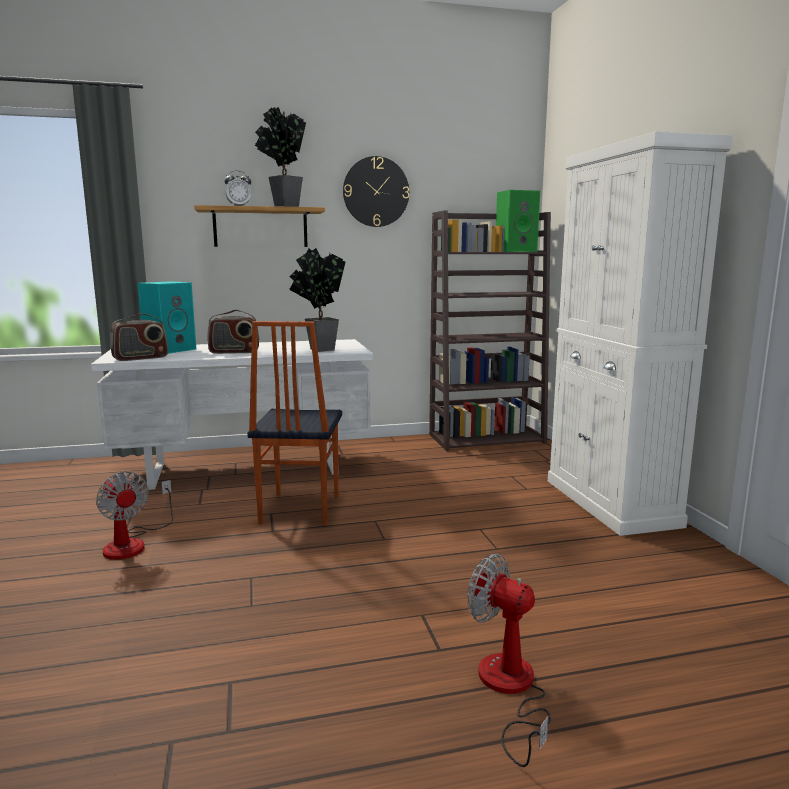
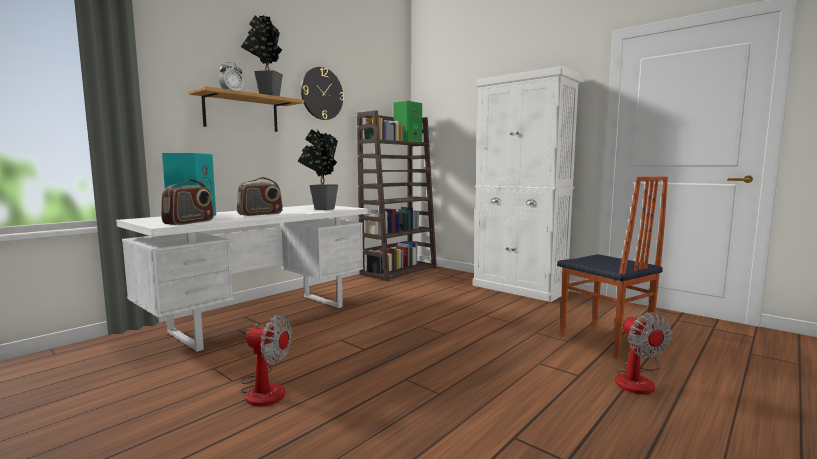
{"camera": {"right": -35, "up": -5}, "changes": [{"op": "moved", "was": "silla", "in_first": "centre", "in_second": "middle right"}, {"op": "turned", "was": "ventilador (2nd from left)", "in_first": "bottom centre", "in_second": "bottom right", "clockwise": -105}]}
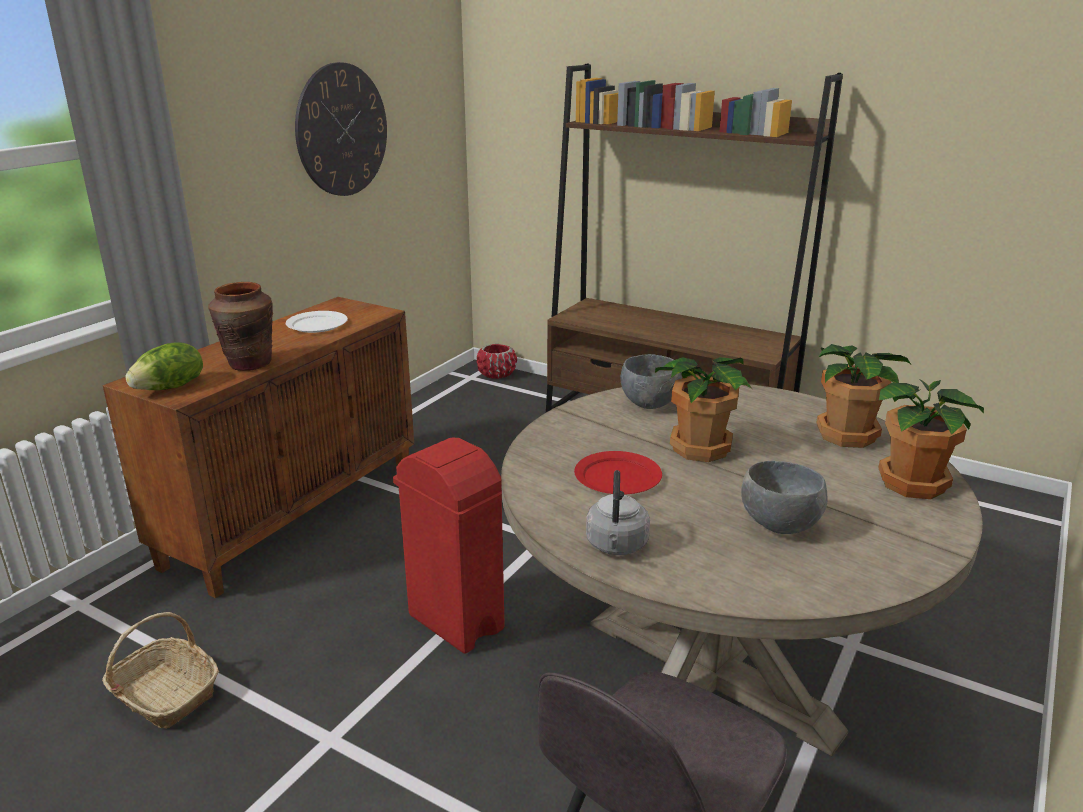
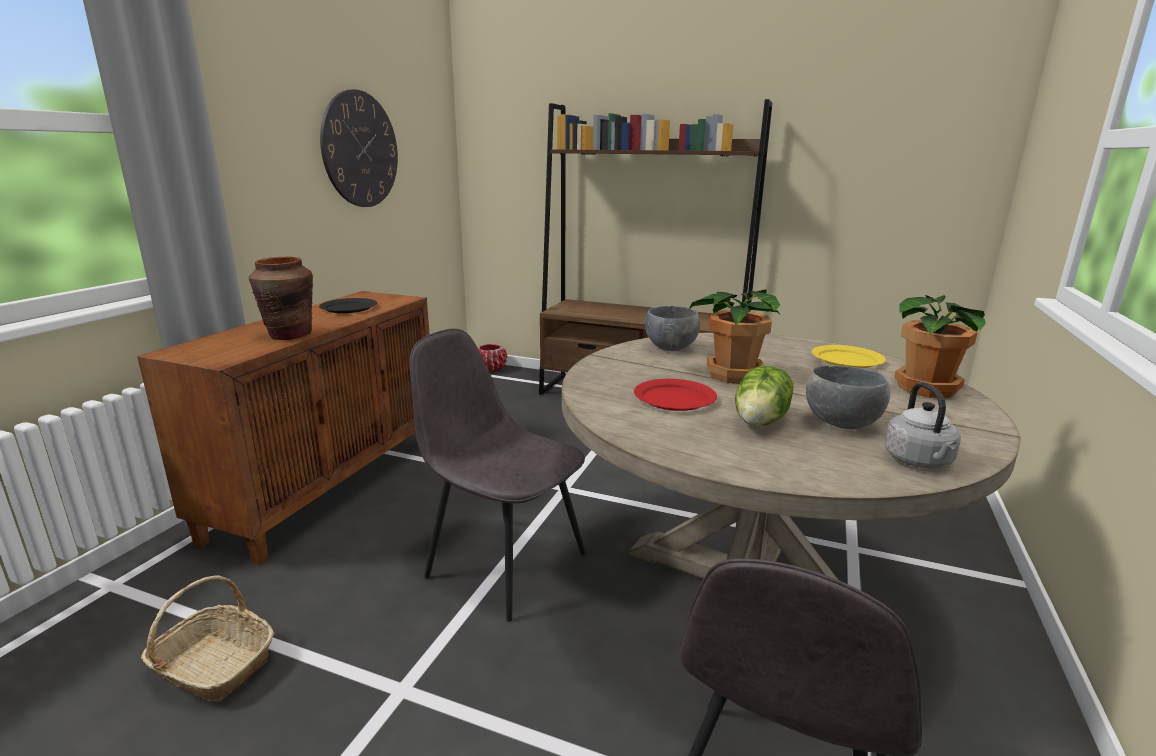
{"camera": {"right": -10, "up": -5}, "changes": [{"op": "moved", "was": "lechuga", "in_first": "middle left", "in_second": "centre"}, {"op": "moved", "was": "hervidor (gris)", "in_first": "centre", "in_second": "middle right"}, {"op": "replaced", "was": "papelera (rojo)", "now": "silla (gris) (1st from left)", "in_first": "bottom centre", "in_second": "centre"}, {"op": "replaced", "was": "planta en maceta (2nd from left)", "now": "plato (amarillo)", "in_first": "middle right", "in_second": "middle right"}, {"op": "recoloured", "was": "plato (blanco)", "now": "plato (negro)", "in_first": "middle left", "in_second": "middle left"}]}
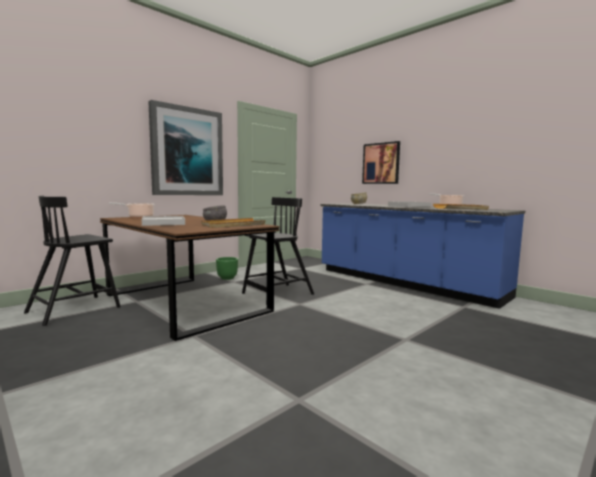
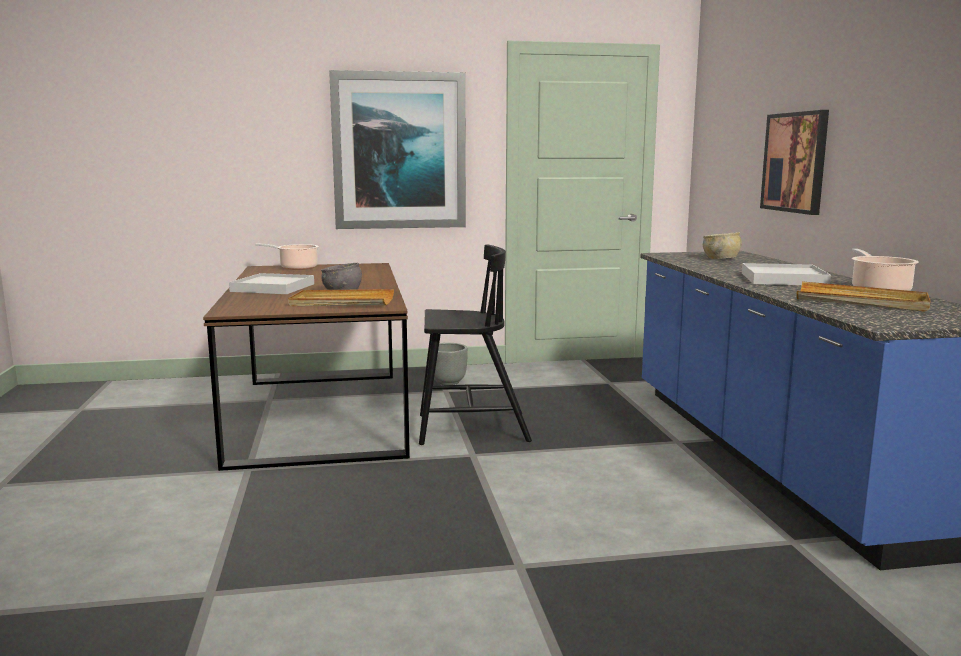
{"camera": {"right": 35, "up": 5}, "changes": [{"op": "removed", "was": "silla (negro) (1st from left)", "in_first": "middle left"}, {"op": "recoloured", "was": "maceta (verde)", "now": "maceta (gris)", "in_first": "centre", "in_second": "centre"}]}
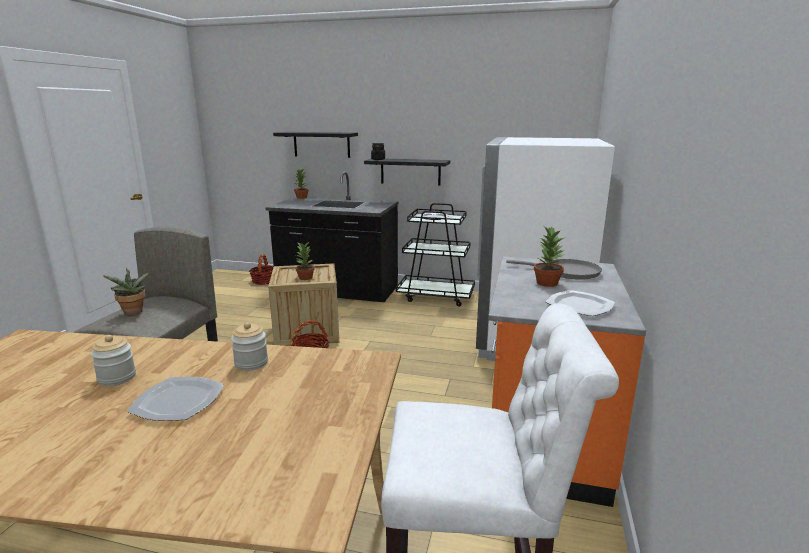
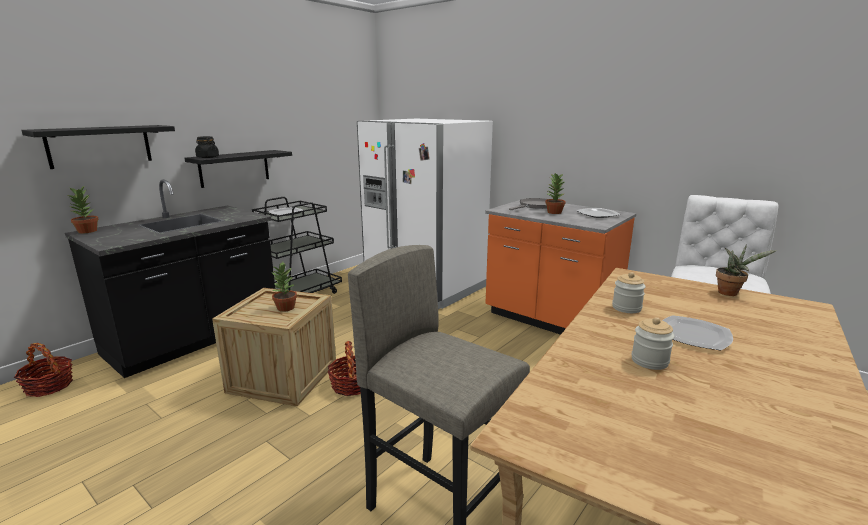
{"camera": {"right": -65, "up": 0}, "changes": [{"op": "moved", "was": "planta en maceta (1st from left in the first image)", "now": "planta en maceta (4th from left)", "in_first": "middle left", "in_second": "middle right"}]}
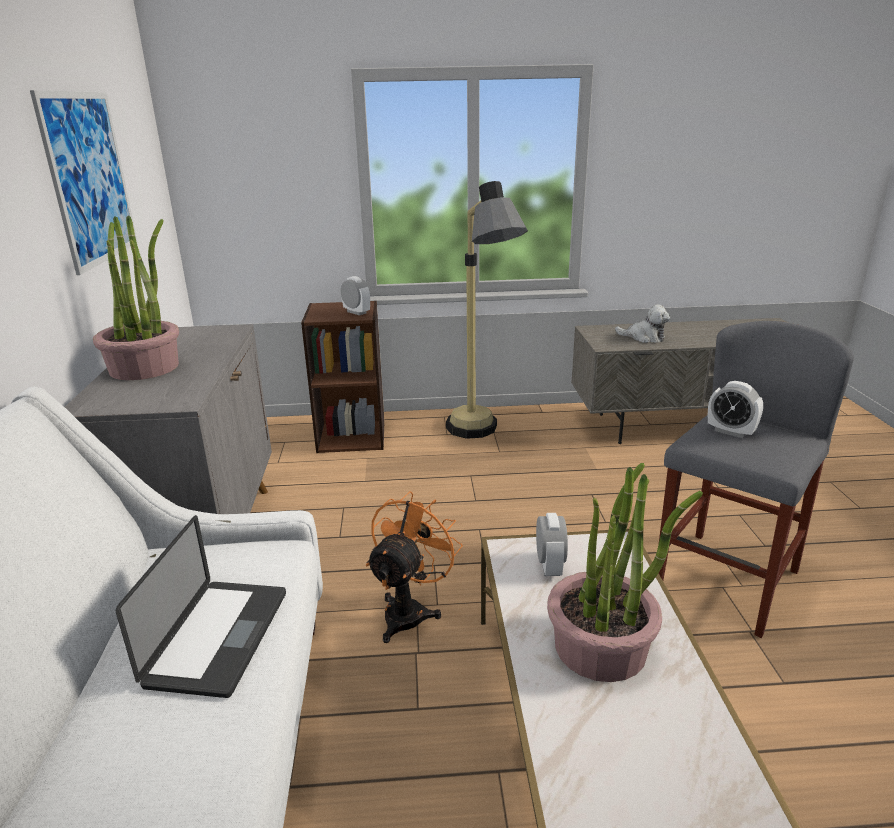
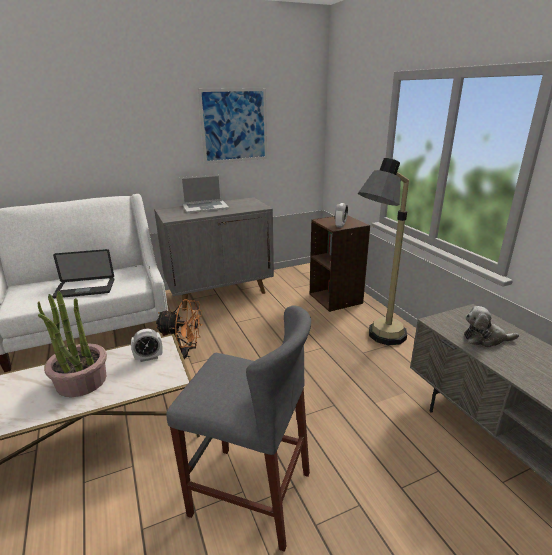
{"camera": {"right": 70, "up": 0}, "changes": [{"op": "removed", "was": "despertador (3rd from left)", "in_first": "middle right"}, {"op": "replaced", "was": "planta en maceta (1st from left)", "now": "portátil (2nd from left)", "in_first": "middle left", "in_second": "centre"}, {"op": "turned", "was": "peluche", "in_first": "middle right", "in_second": "middle right", "clockwise": 90}]}
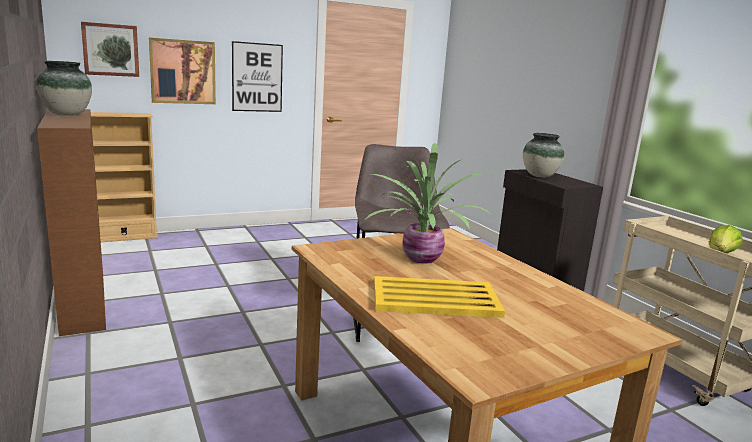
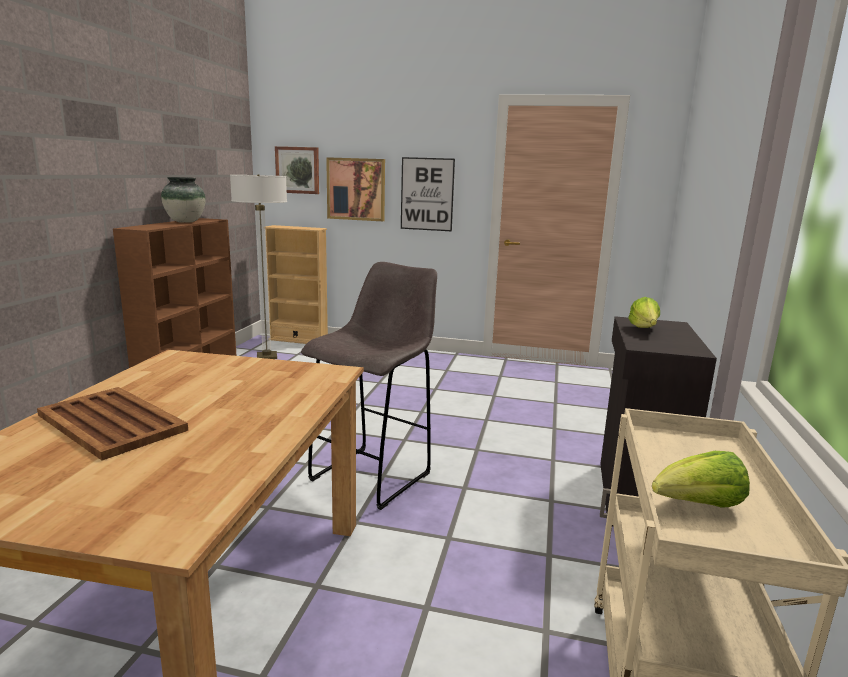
{"camera": {"right": 40, "up": 0}, "changes": [{"op": "removed", "was": "planta en maceta", "in_first": "centre"}, {"op": "added", "now": "lámpara de pie", "in_second": "middle left"}, {"op": "replaced", "was": "florero (2nd from left)", "now": "lechuga (1st from left)", "in_first": "middle right", "in_second": "middle right"}, {"op": "recoloured", "was": "bandeja (amarillo)", "now": "bandeja (marrón)", "in_first": "bottom centre", "in_second": "middle left"}]}
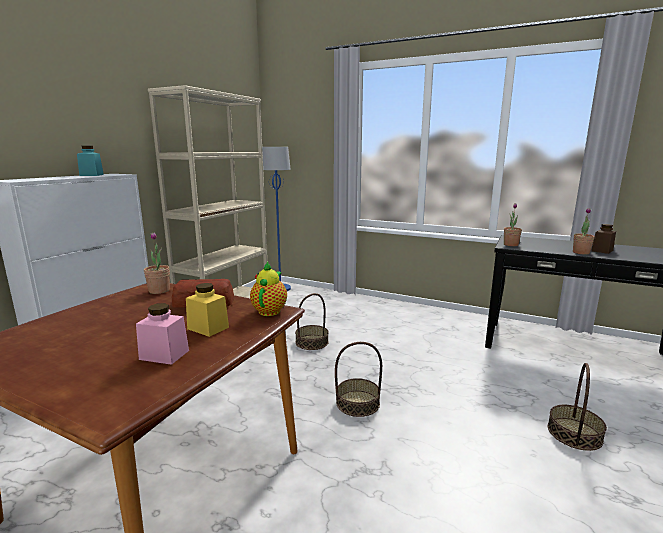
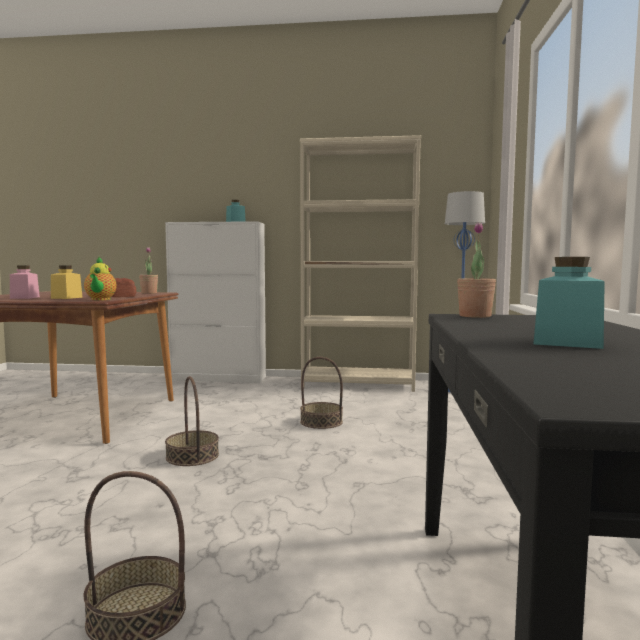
{"camera": {"right": 70, "up": -10}, "changes": [{"op": "removed", "was": "planta en maceta (3rd from left)", "in_first": "middle right"}, {"op": "recoloured", "was": "tarro (marrón)", "now": "tarro (turquesa) (2nd from left)", "in_first": "middle right", "in_second": "middle right"}, {"op": "turned", "was": "tetera", "in_first": "centre", "in_second": "middle left", "clockwise": 90}]}
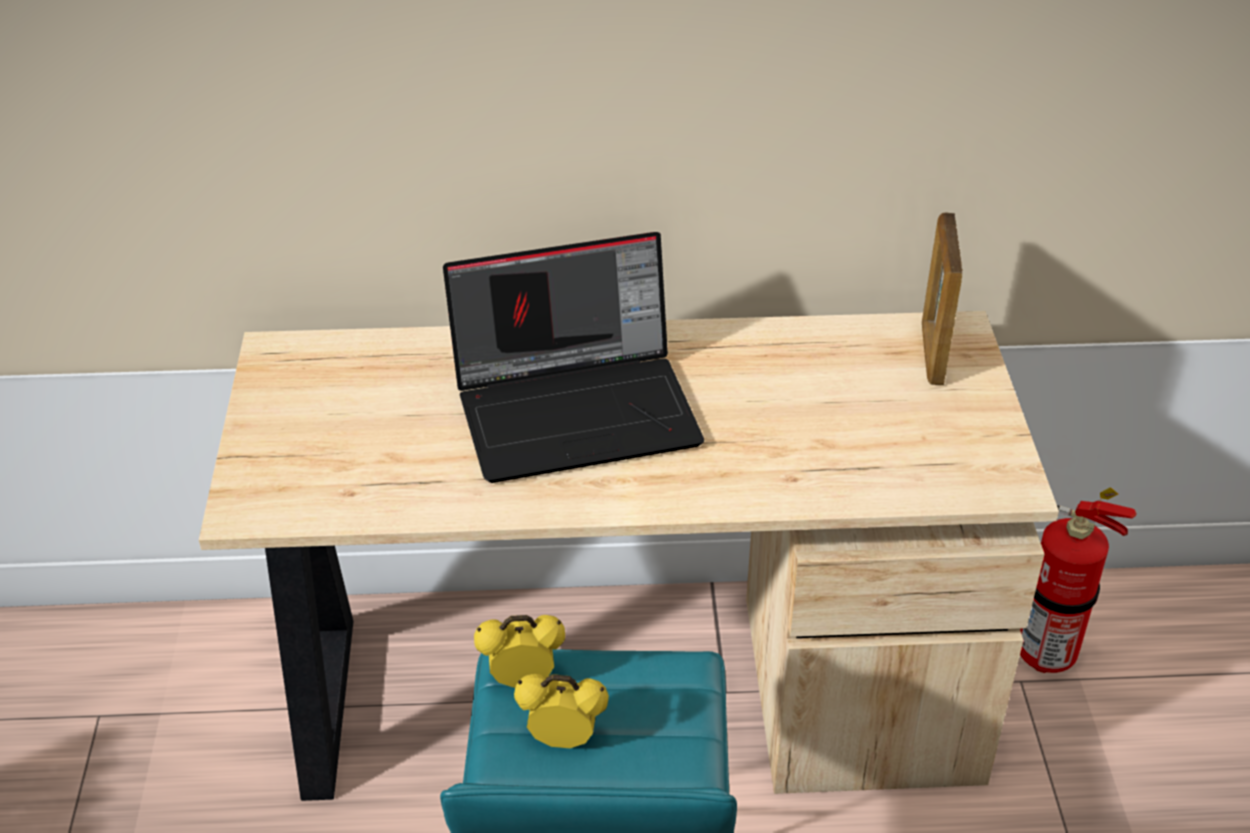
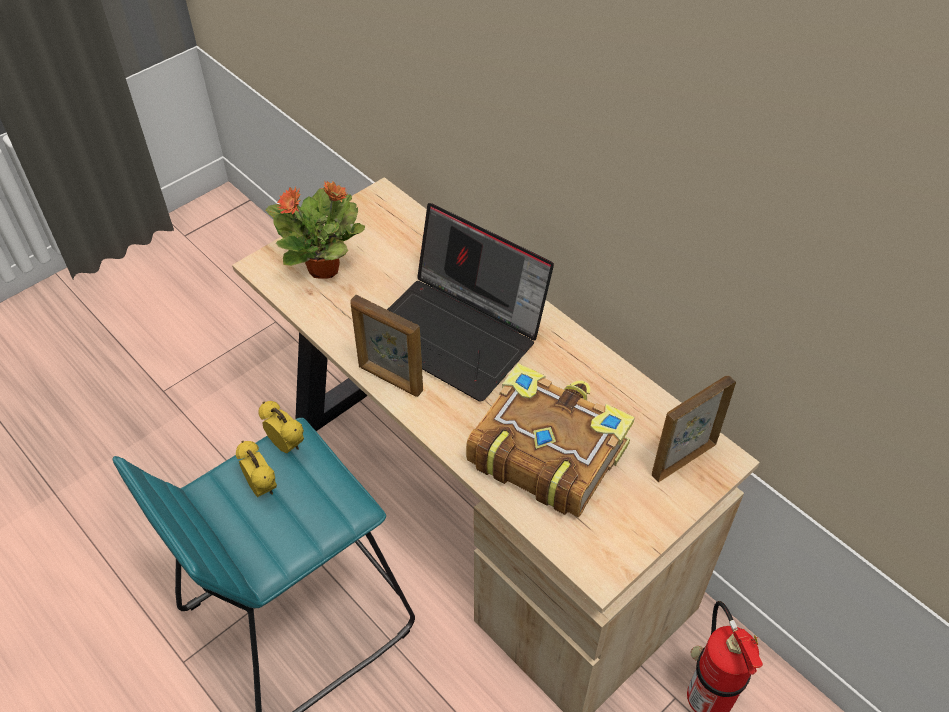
{"camera": {"right": 50, "up": 10}, "changes": [{"op": "added", "now": "planta en maceta", "in_second": "top left"}, {"op": "added", "now": "portarretratos (1st from left)", "in_second": "centre"}, {"op": "added", "now": "libro", "in_second": "centre"}]}
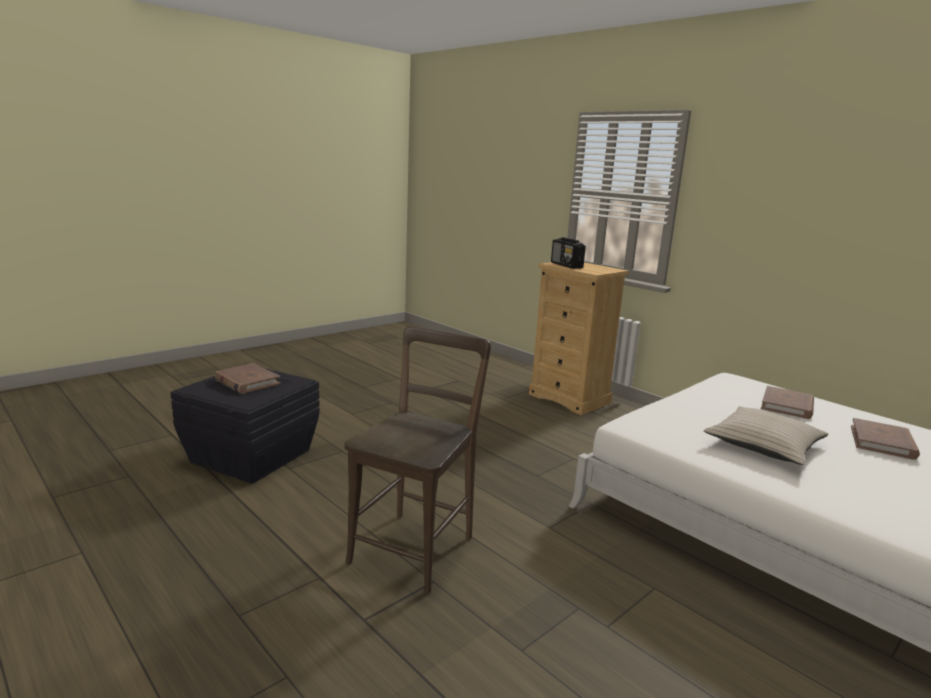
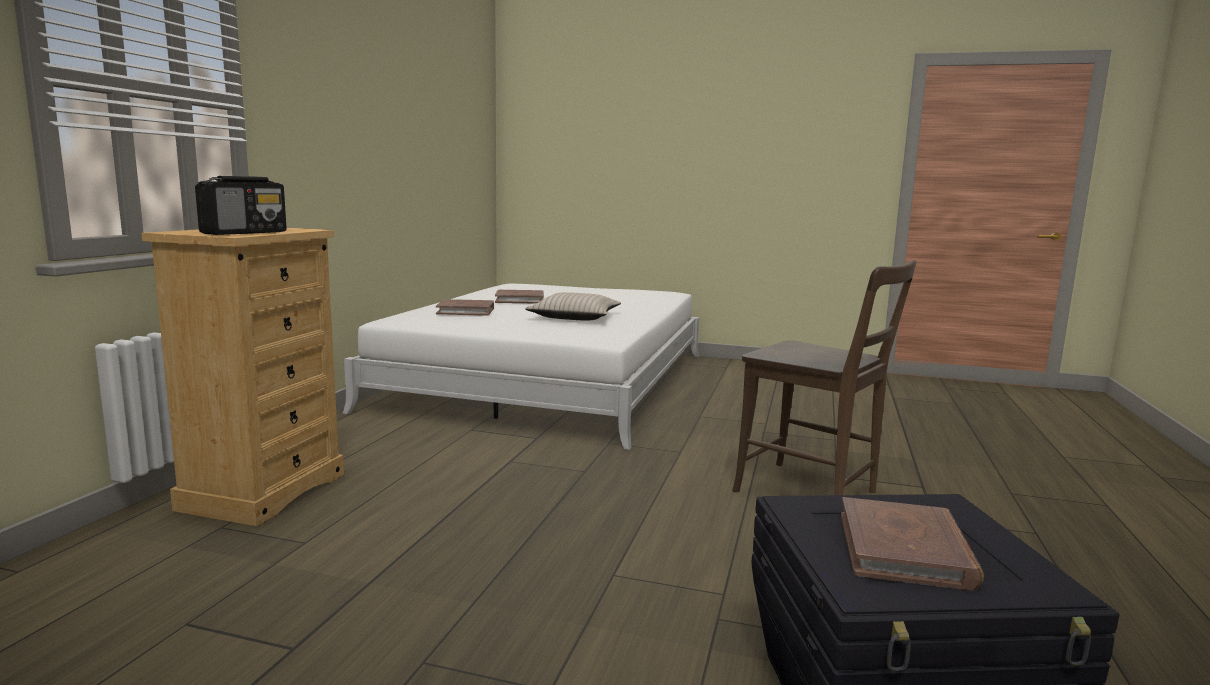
{"camera": {"right": -120, "up": -5}, "changes": [{"op": "turned", "was": "silla (marrón)", "in_first": "centre", "in_second": "middle right", "clockwise": -135}]}
